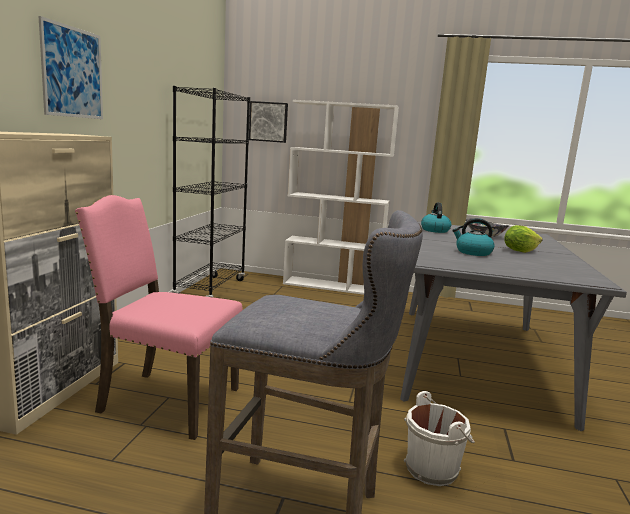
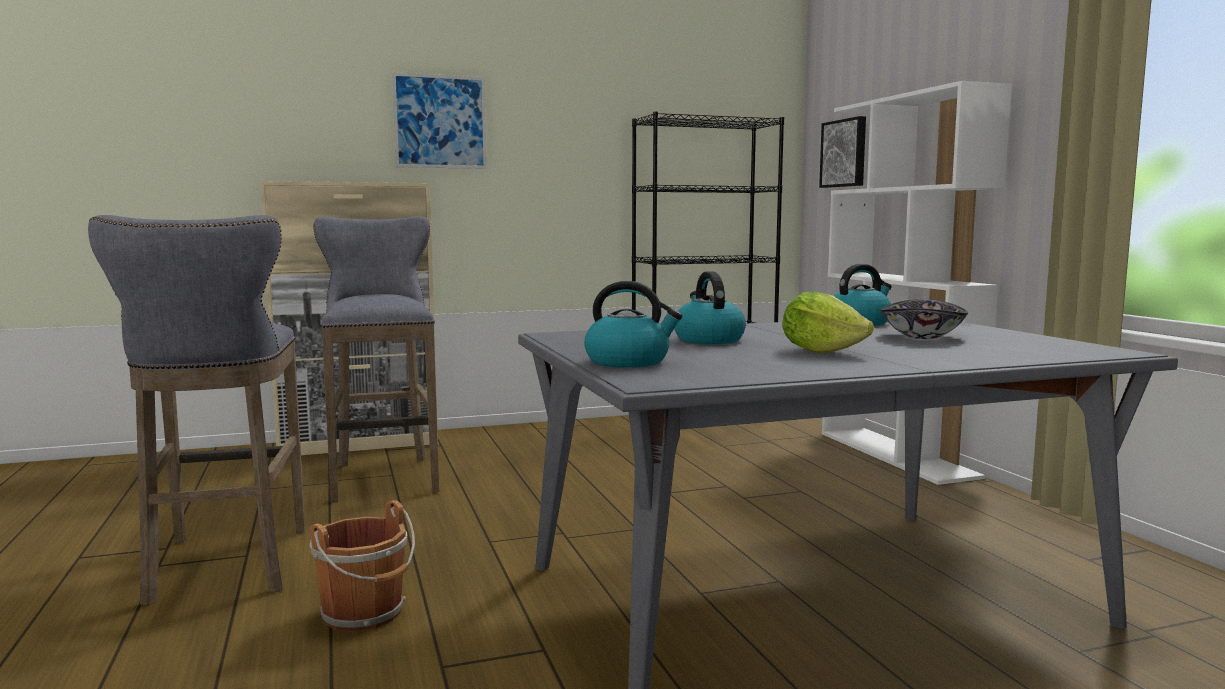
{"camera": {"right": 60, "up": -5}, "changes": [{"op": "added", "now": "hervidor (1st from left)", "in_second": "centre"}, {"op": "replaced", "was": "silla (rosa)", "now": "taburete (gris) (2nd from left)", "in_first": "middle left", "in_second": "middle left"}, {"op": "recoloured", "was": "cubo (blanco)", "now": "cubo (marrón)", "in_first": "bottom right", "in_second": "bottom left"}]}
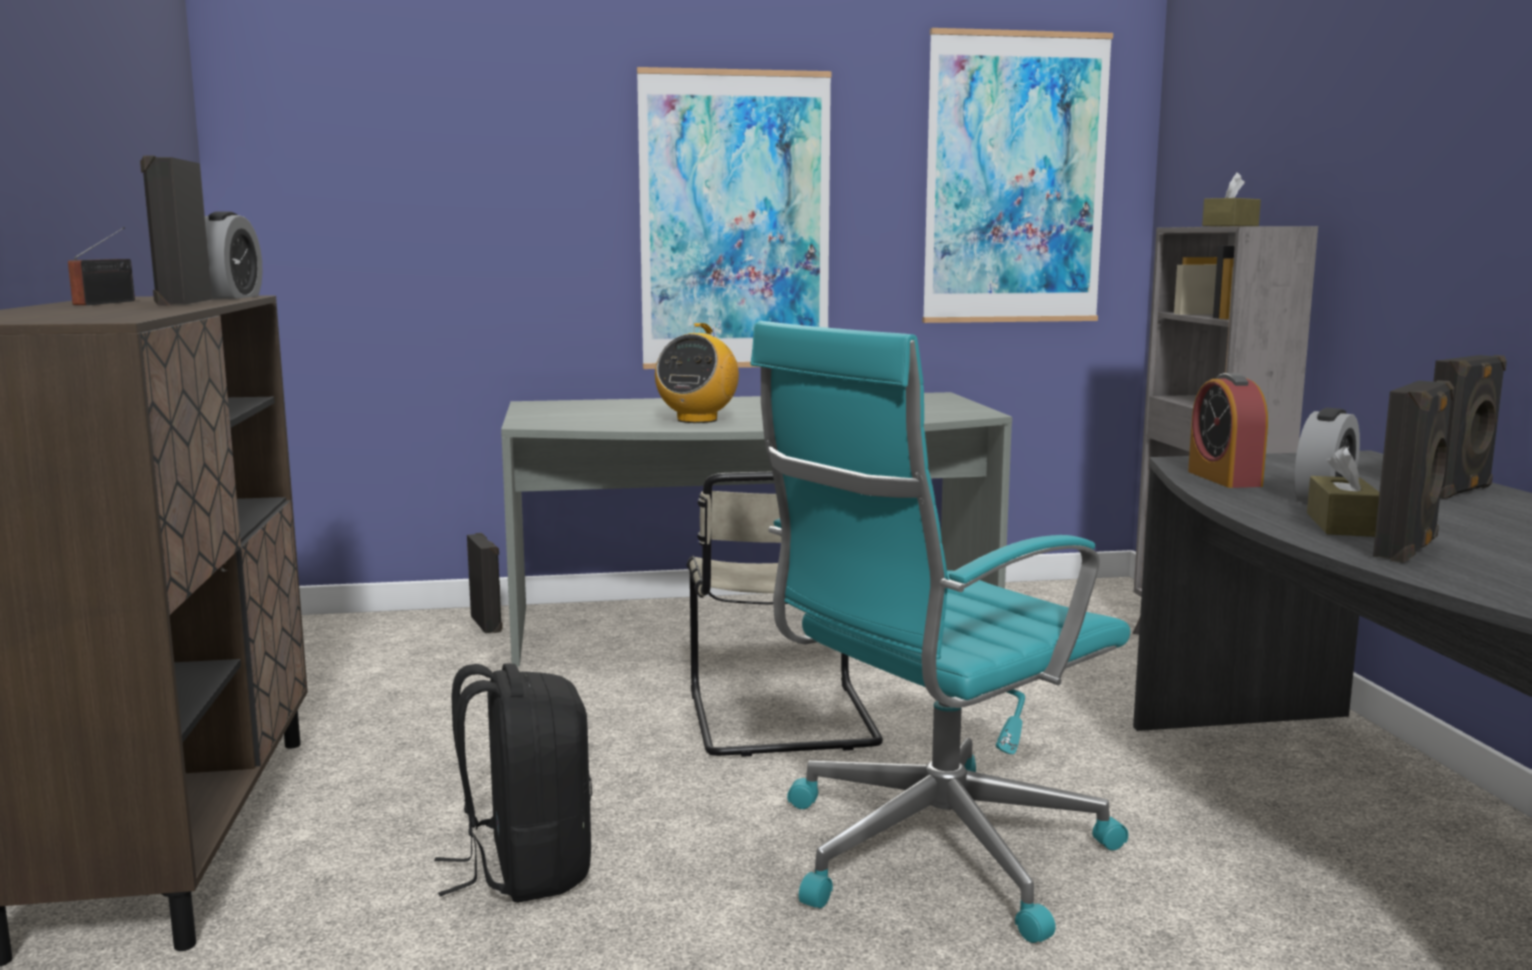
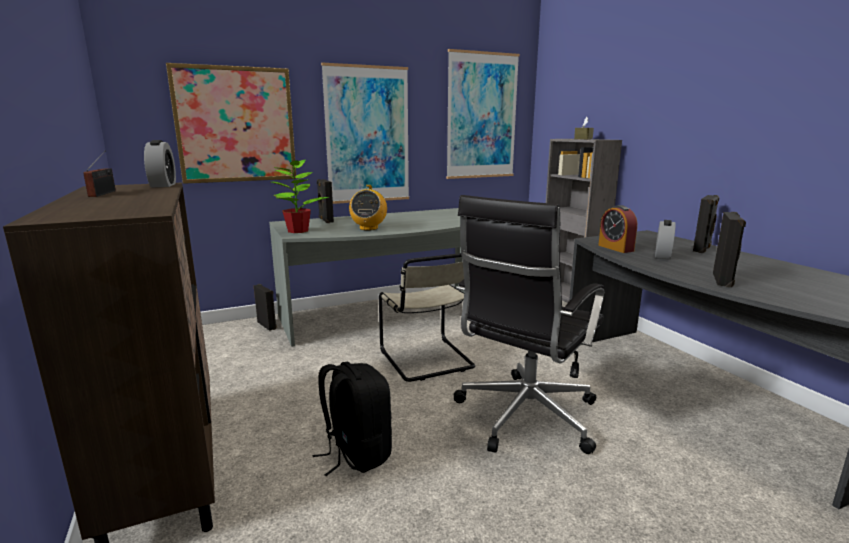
{"camera": {"right": -15, "up": 5}, "changes": [{"op": "removed", "was": "caja de pañuelos (marrón) (2nd from left)", "in_first": "middle right"}, {"op": "added", "now": "cuadro (1st from left)", "in_second": "top left"}, {"op": "added", "now": "planta en maceta", "in_second": "centre"}, {"op": "moved", "was": "altavoz (negro) (1st from left in the first image)", "now": "altavoz (negro) (2nd from left)", "in_first": "top left", "in_second": "centre"}, {"op": "recoloured", "was": "silla de oficina (turquesa)", "now": "silla de oficina (negro)", "in_first": "centre", "in_second": "centre"}]}
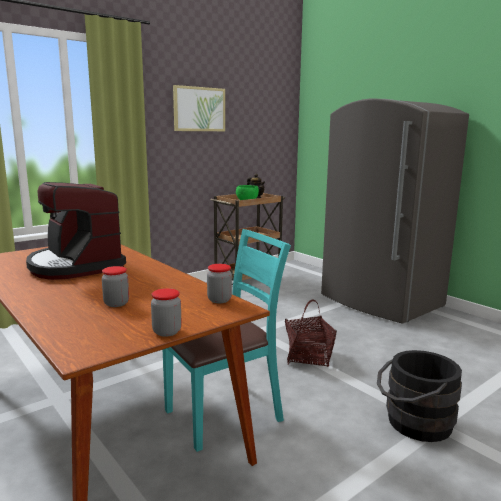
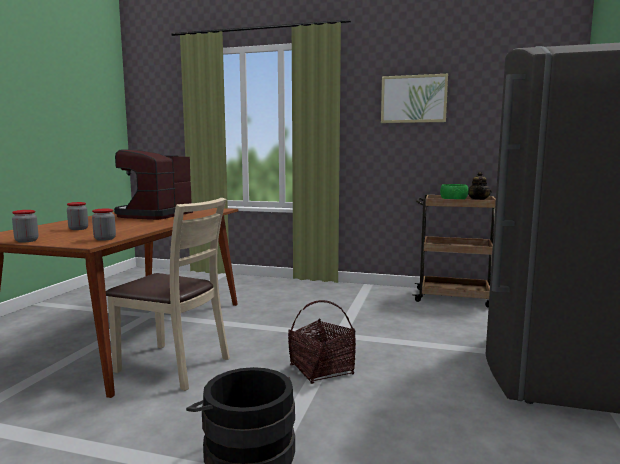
{"camera": {"right": 55, "up": -5}, "changes": [{"op": "recoloured", "was": "silla (turquesa)", "now": "silla (beis)", "in_first": "bottom centre", "in_second": "middle left"}]}
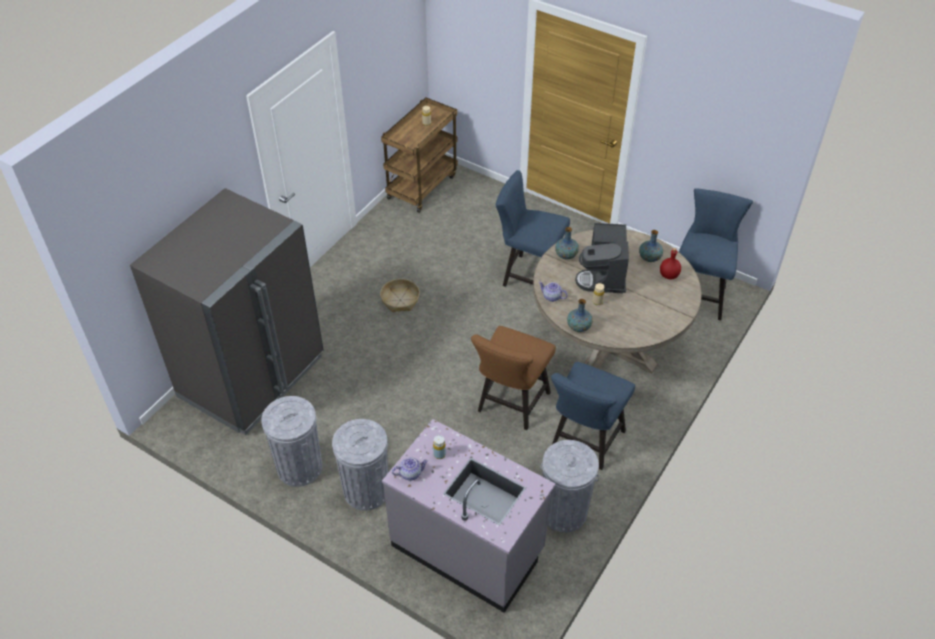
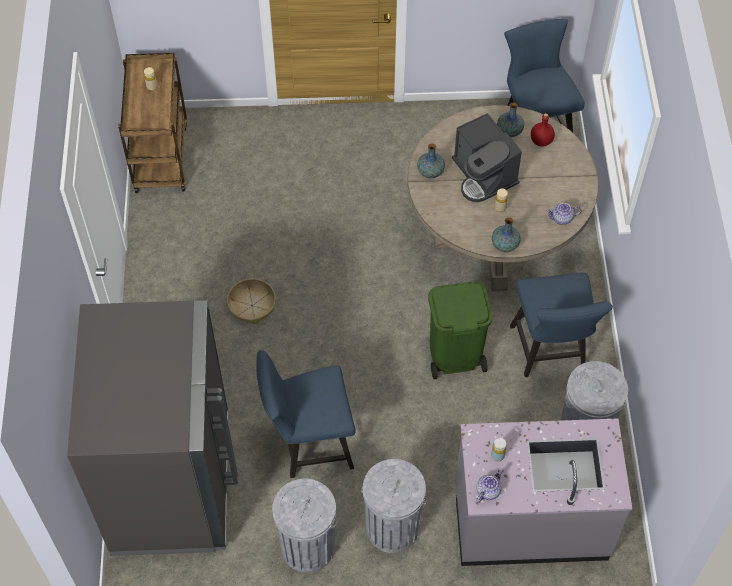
{"camera": {"right": -35, "up": 10}, "changes": [{"op": "moved", "was": "silla (azul) (1st from left)", "in_first": "centre", "in_second": "bottom centre"}, {"op": "moved", "was": "tetera (2nd from left)", "in_first": "centre", "in_second": "middle right"}, {"op": "replaced", "was": "silla (marrón)", "now": "papelera (verde)", "in_first": "centre", "in_second": "centre"}]}
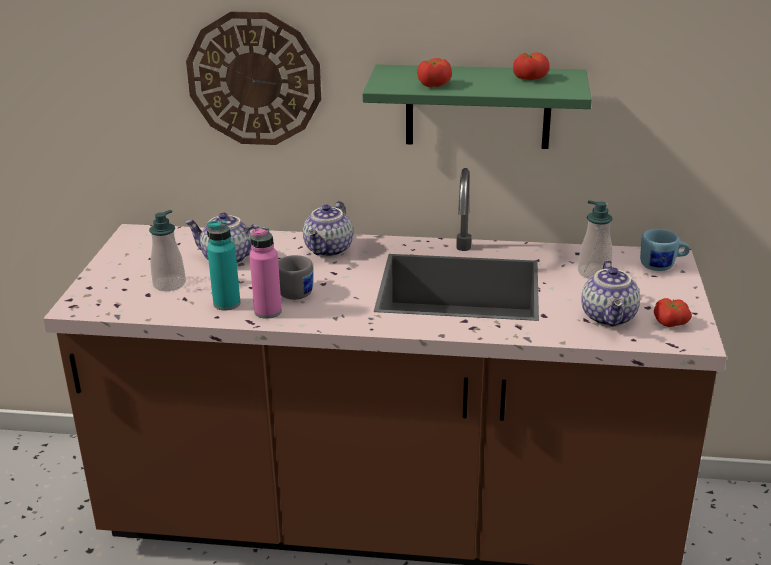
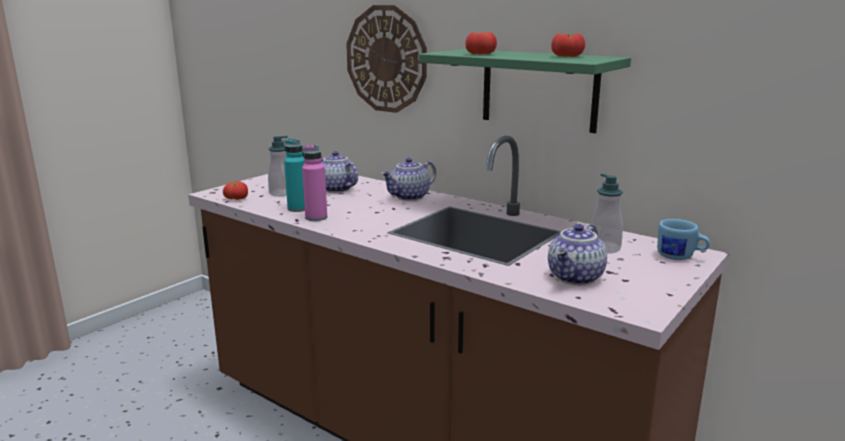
{"camera": {"right": 30, "up": -10}, "changes": [{"op": "removed", "was": "taza grande (gris)", "in_first": "centre"}, {"op": "moved", "was": "tomate (3rd from left in the first image)", "now": "tomate (1st from left)", "in_first": "middle right", "in_second": "middle left"}]}
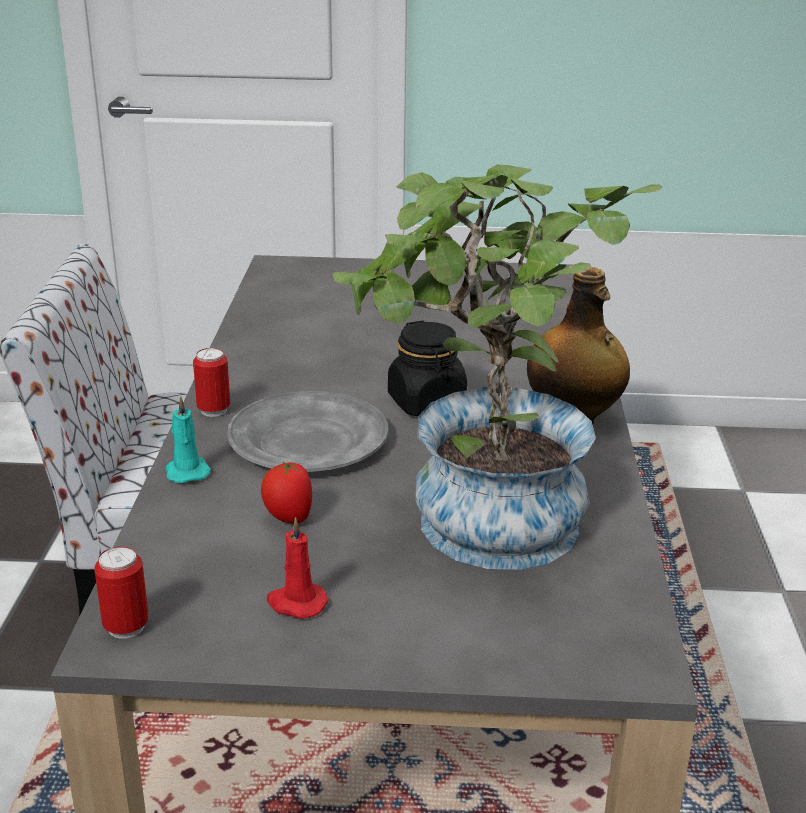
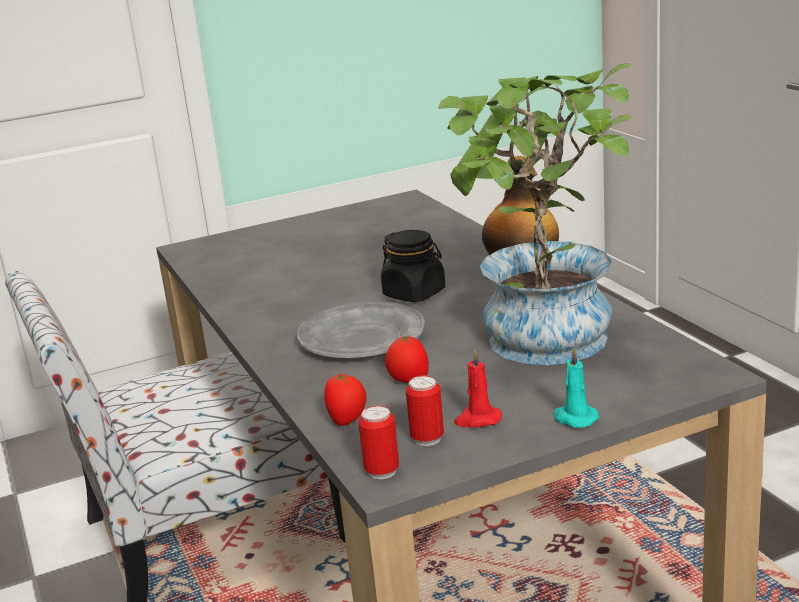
{"camera": {"right": -25, "up": -5}, "changes": [{"op": "added", "now": "tomate (1st from left)", "in_second": "centre"}, {"op": "moved", "was": "vela (turquesa)", "in_first": "middle left", "in_second": "middle right"}, {"op": "moved", "was": "lata (2nd from left)", "in_first": "middle left", "in_second": "bottom centre"}]}
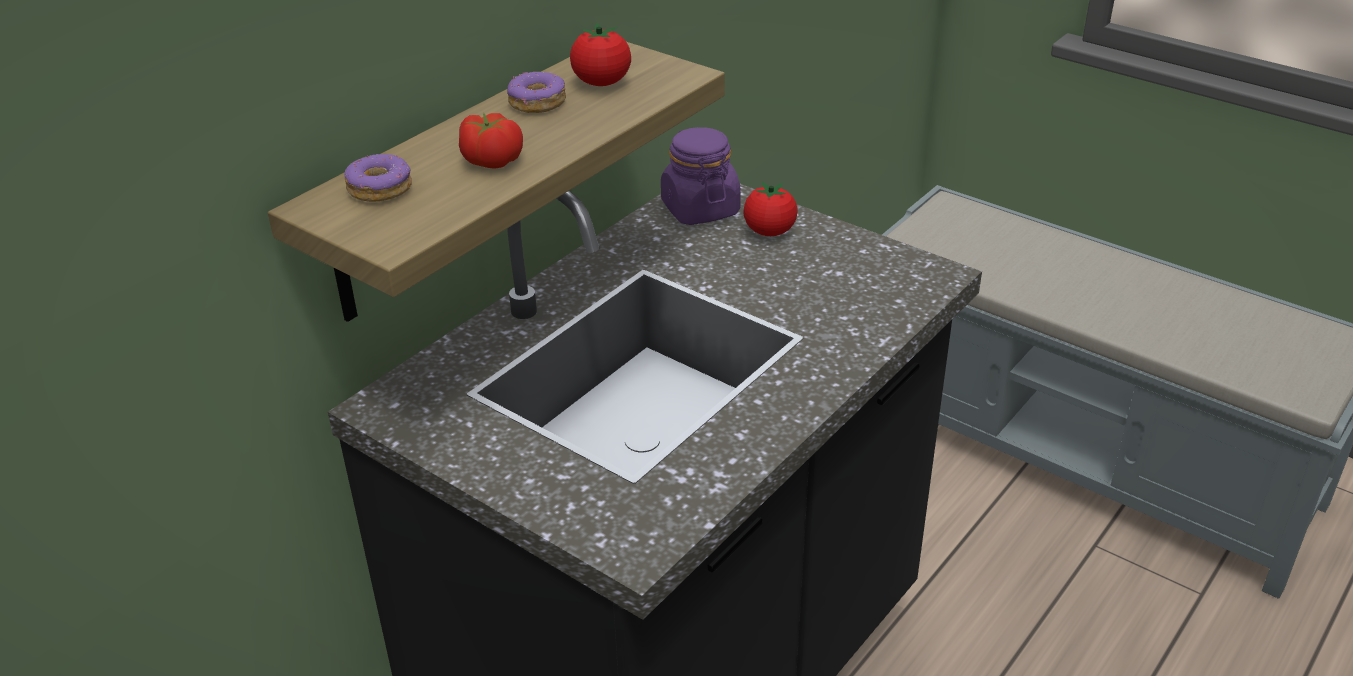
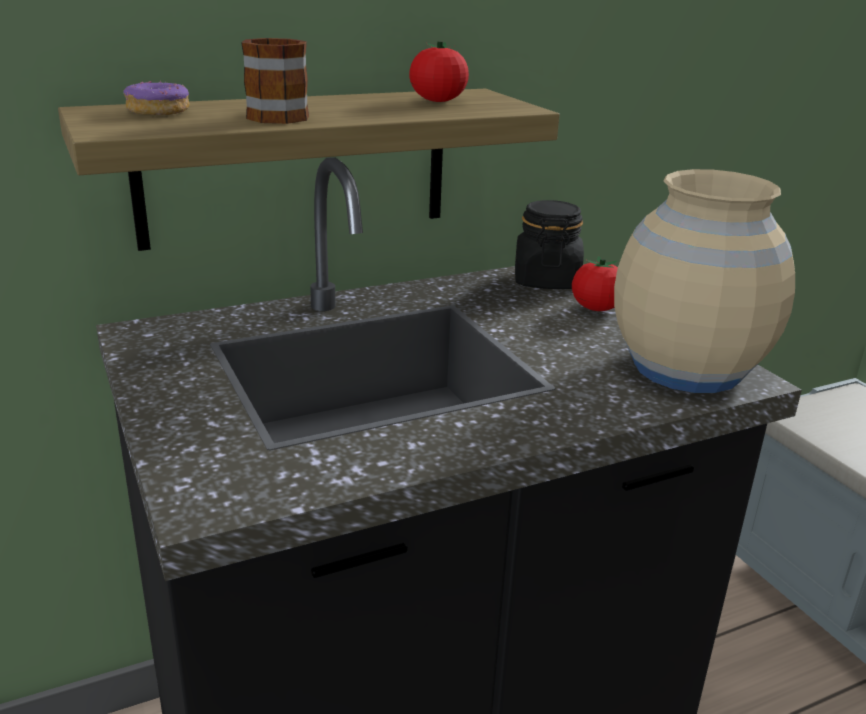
{"camera": {"right": 25, "up": -10}, "changes": [{"op": "removed", "was": "rosquilla (2nd from left)", "in_first": "top centre"}, {"op": "added", "now": "florero (beis)", "in_second": "middle right"}, {"op": "replaced", "was": "tomate (1st from left)", "now": "taza grande", "in_first": "top centre", "in_second": "top left"}, {"op": "recoloured", "was": "tarro (morado)", "now": "tarro (negro)", "in_first": "top centre", "in_second": "centre"}]}
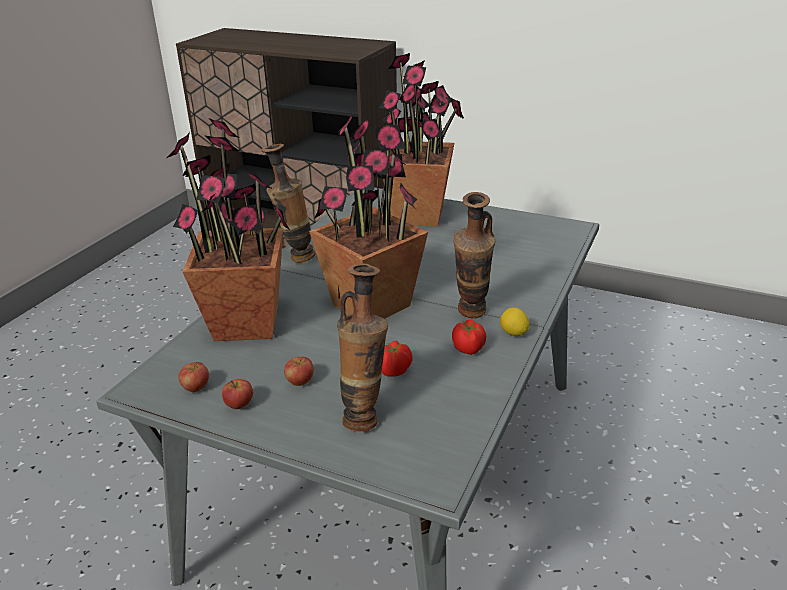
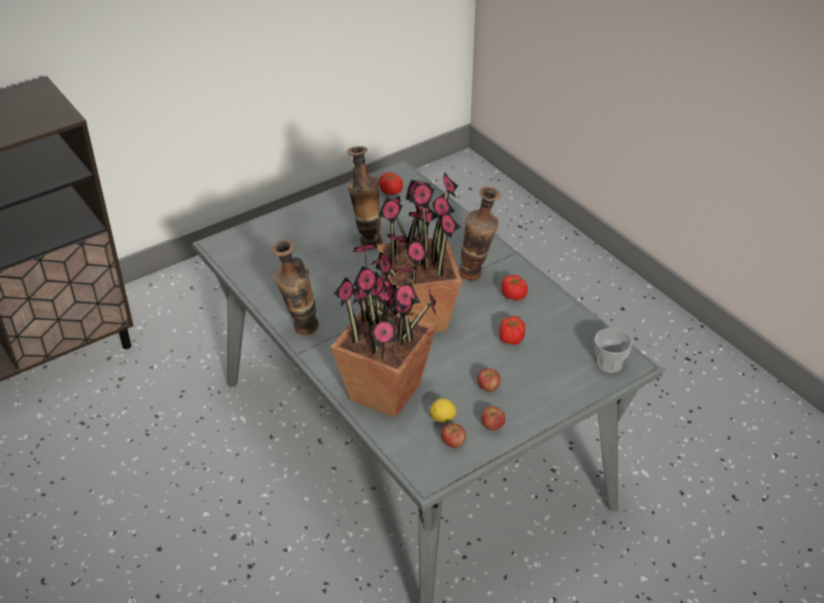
{"camera": {"right": -60, "up": 10}, "changes": [{"op": "removed", "was": "planta en maceta (3rd from left)", "in_first": "top centre"}, {"op": "added", "now": "tomate (1st from left)", "in_second": "top centre"}, {"op": "added", "now": "taza", "in_second": "middle right"}, {"op": "moved", "was": "florero (2nd from left)", "in_first": "centre", "in_second": "top centre"}, {"op": "moved", "was": "limón", "in_first": "centre", "in_second": "bottom centre"}]}
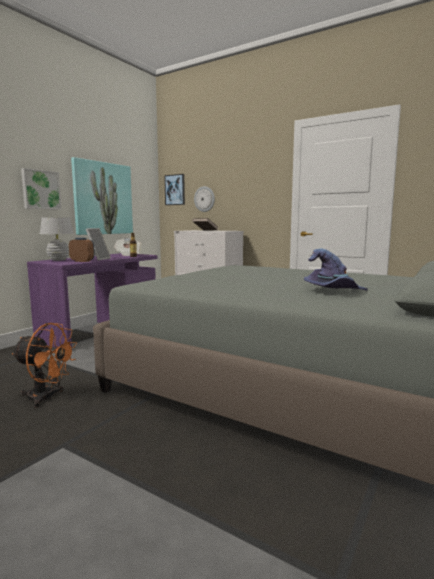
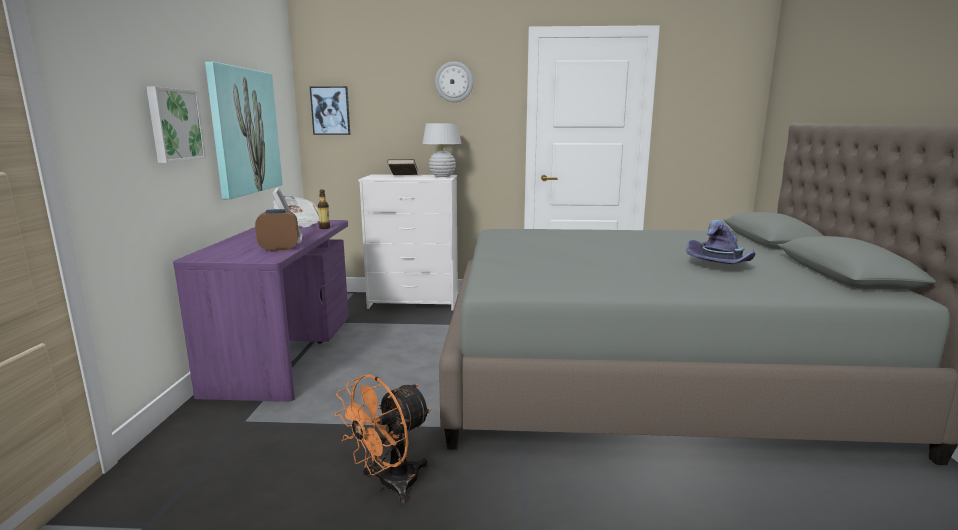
{"camera": {"right": -30, "up": 5}, "changes": [{"op": "moved", "was": "lámpara de mesa (blanco)", "in_first": "middle left", "in_second": "top centre"}, {"op": "moved", "was": "reloj de pared", "in_first": "centre", "in_second": "top centre"}, {"op": "turned", "was": "ventilador (naranja)", "in_first": "middle left", "in_second": "bottom centre", "clockwise": 150}]}
